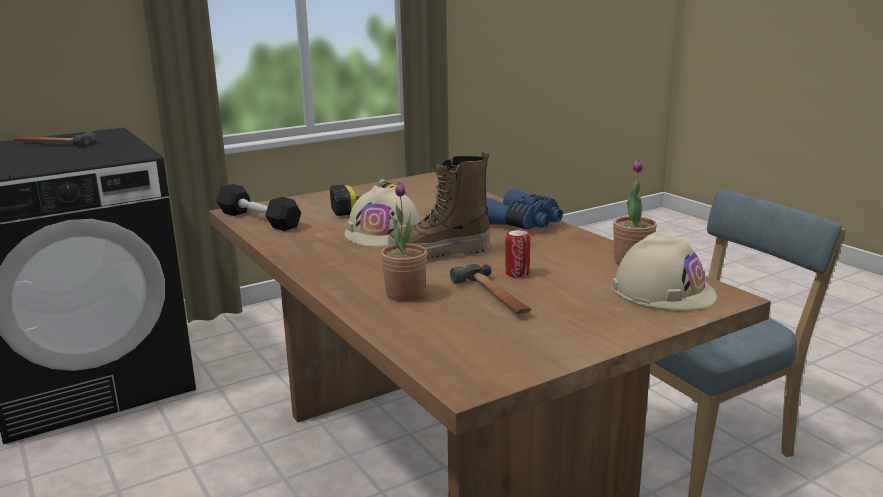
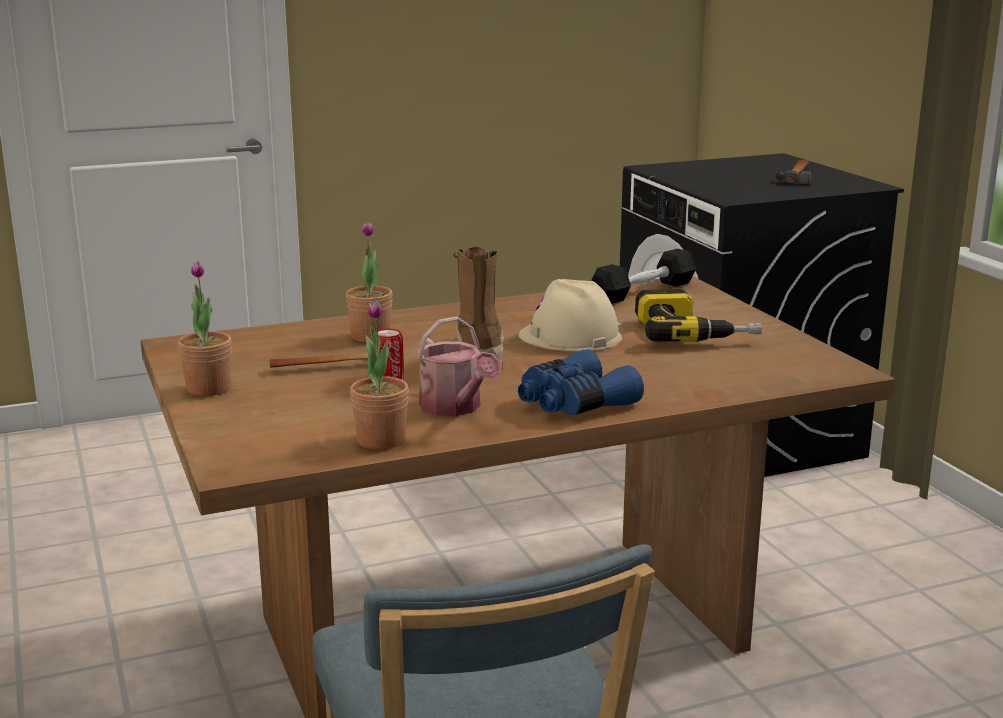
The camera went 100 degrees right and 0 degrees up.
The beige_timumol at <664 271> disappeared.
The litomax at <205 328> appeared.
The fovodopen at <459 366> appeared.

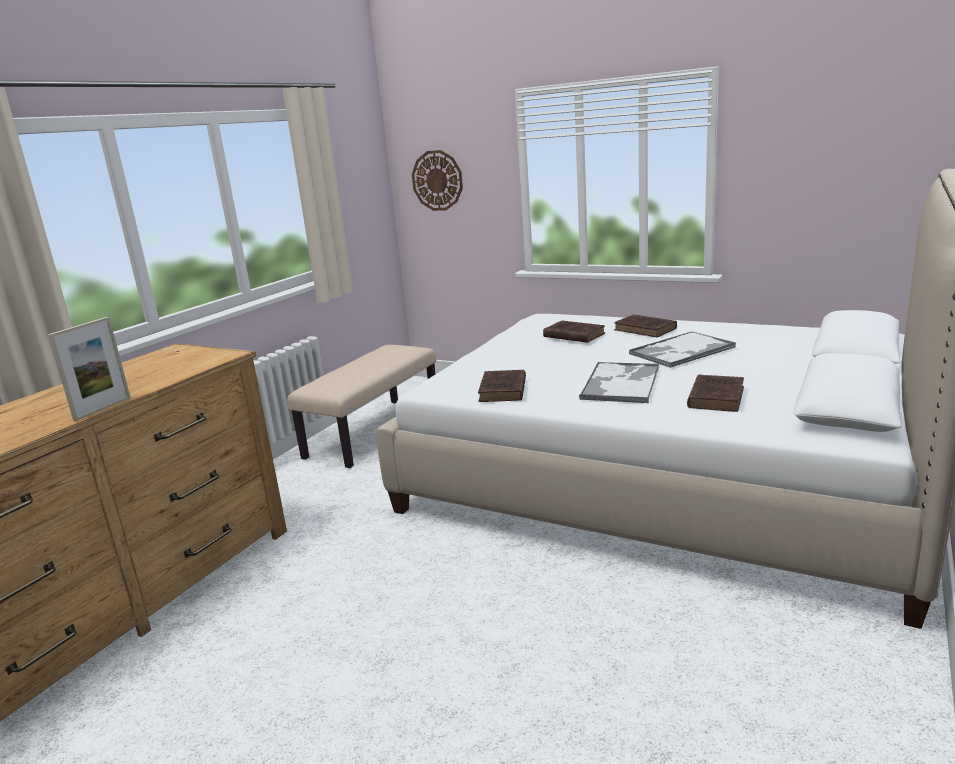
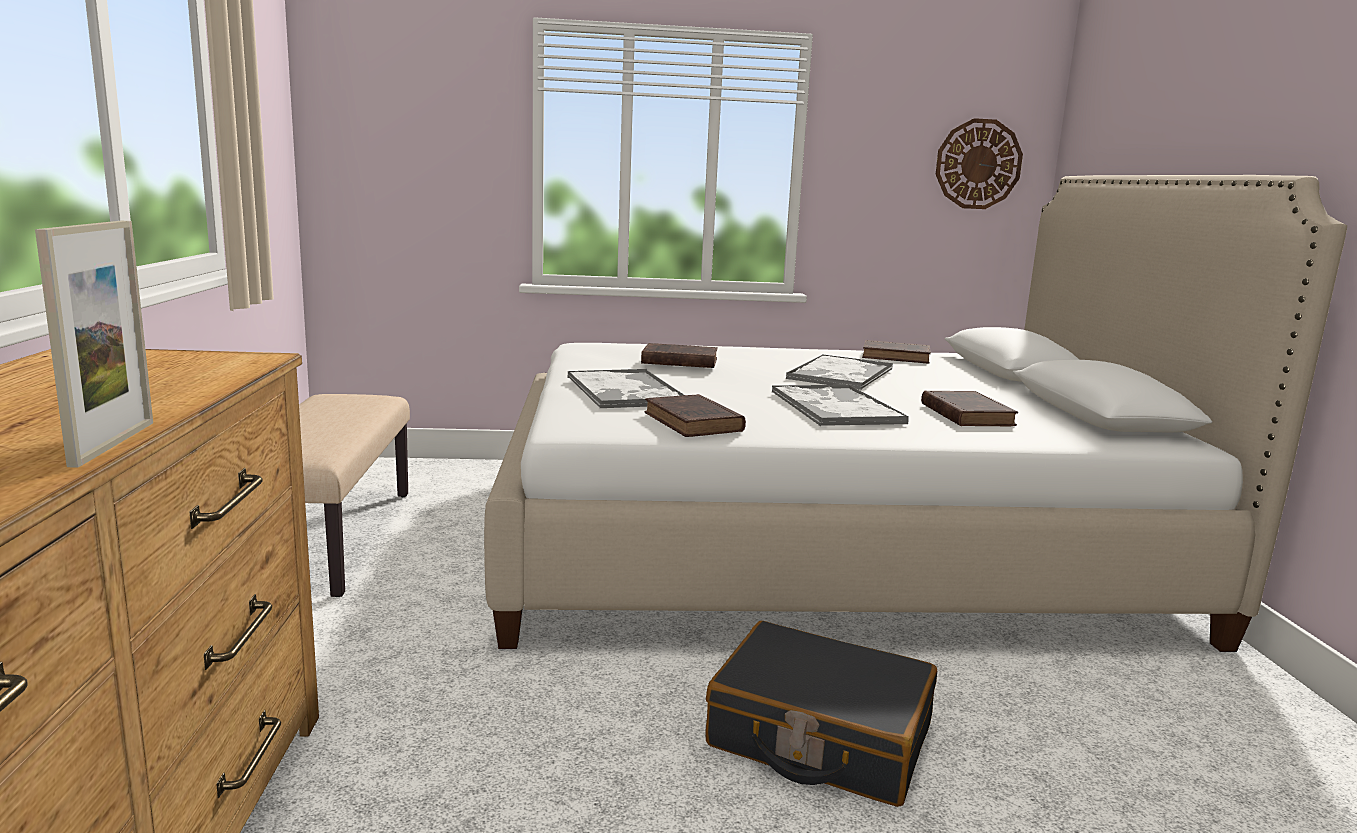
The camera went 35 degrees left and 5 degrees down.
The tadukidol moved from <437 180> to <979 163>.
The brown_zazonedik moved from <645 325> to <896 352>.
The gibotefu at <626 388> appeared.
The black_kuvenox at <821 714> appeared.

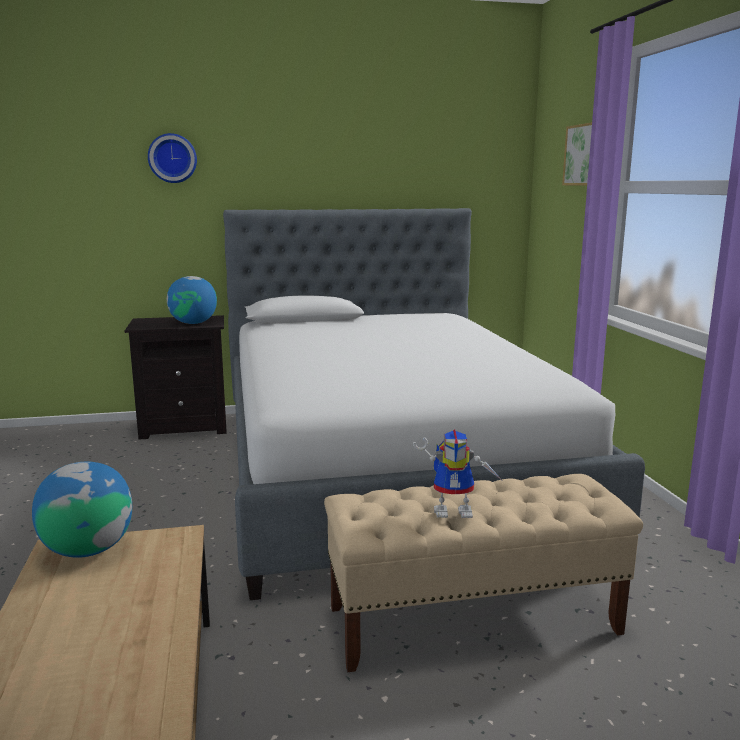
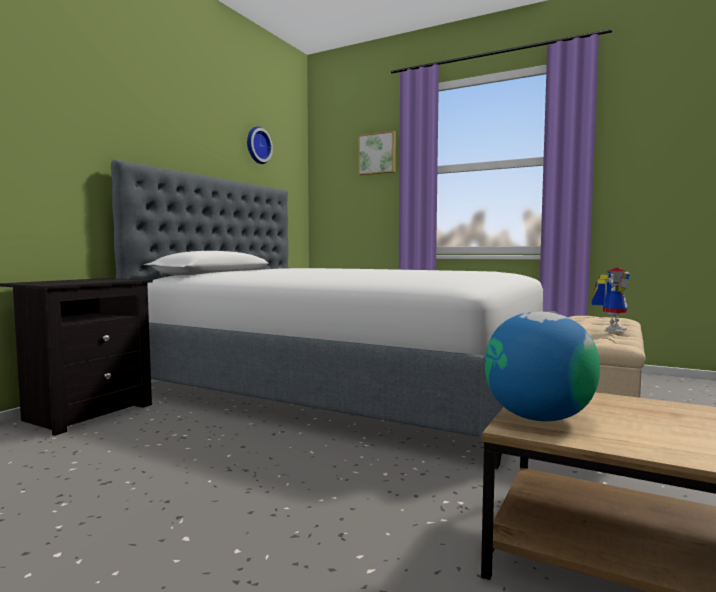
The camera went 50 degrees left and 10 degrees down.
The tadukidol moved from <172 158> to <260 145>.
The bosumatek at <192 300> disappeared.

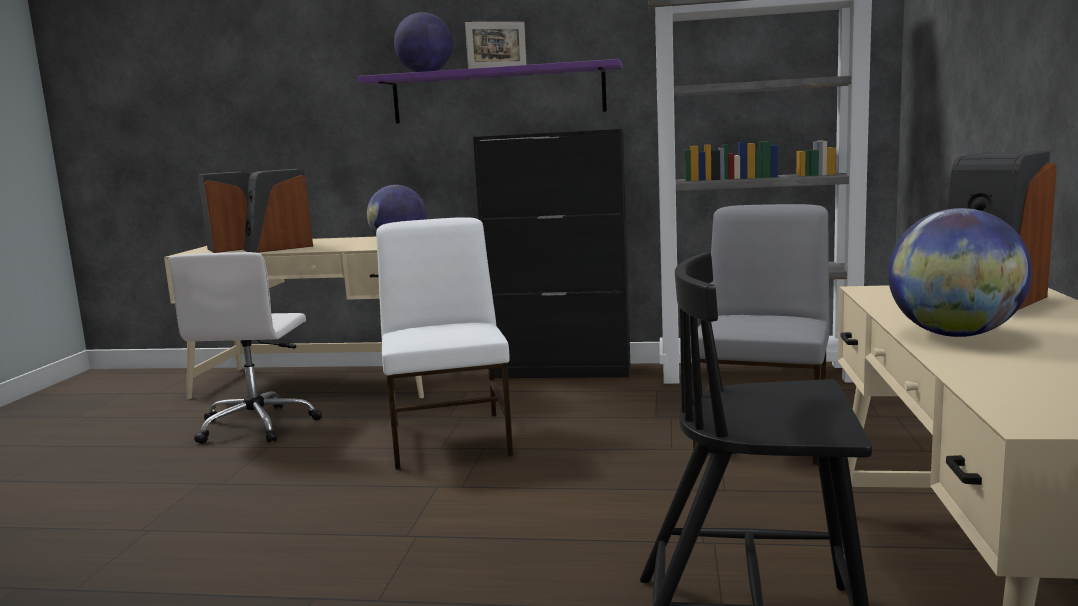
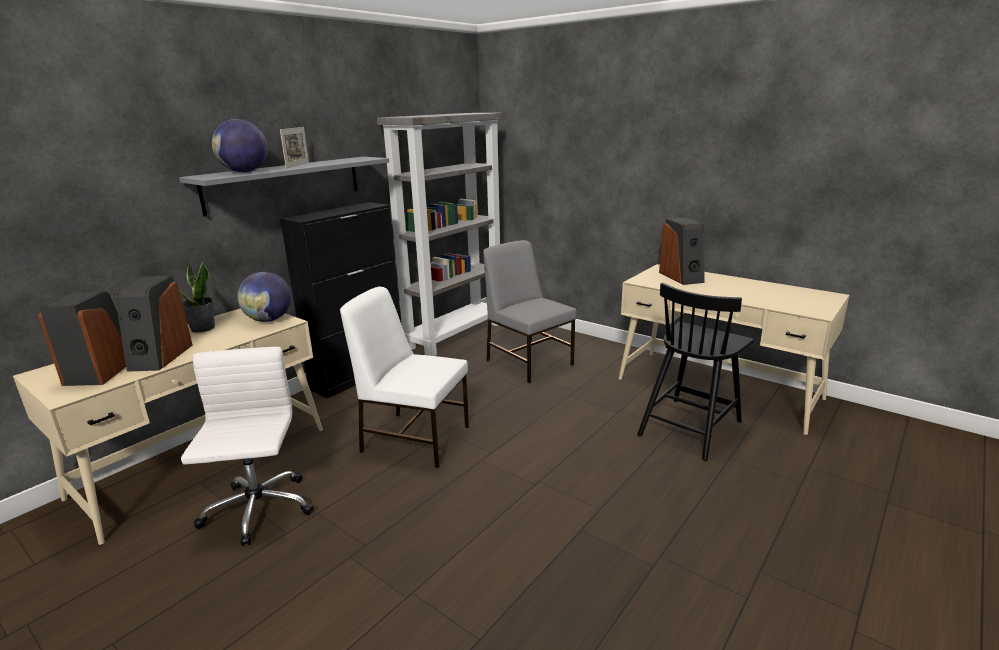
The camera went 60 degrees left and 10 degrees up.
The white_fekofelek at <245 348> turned 135 degrees counterclockwise.
The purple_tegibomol at <490 91> became the grey_tegibomol at <284 186>.
The bosumatek at <960 272> disappeared.
The litomax at <197 297> appeared.

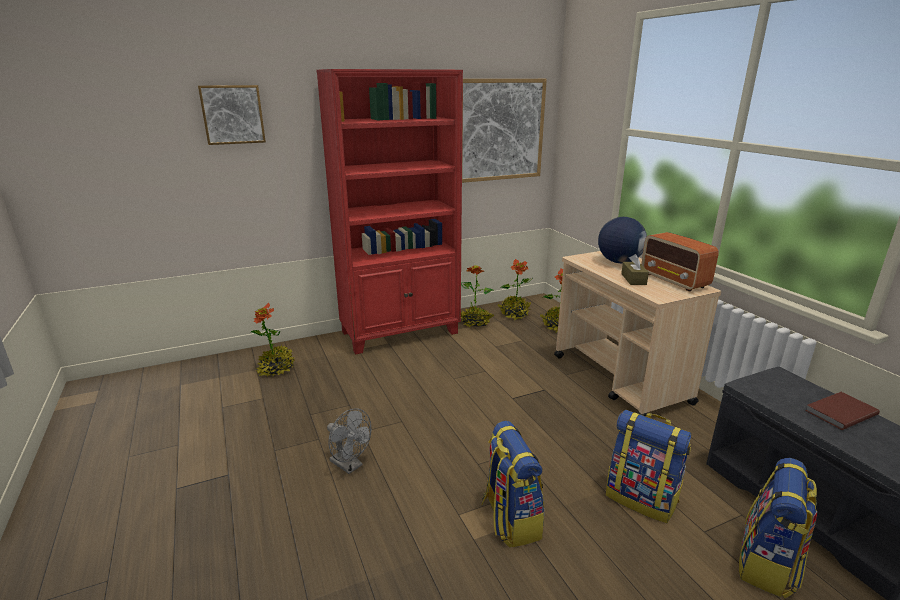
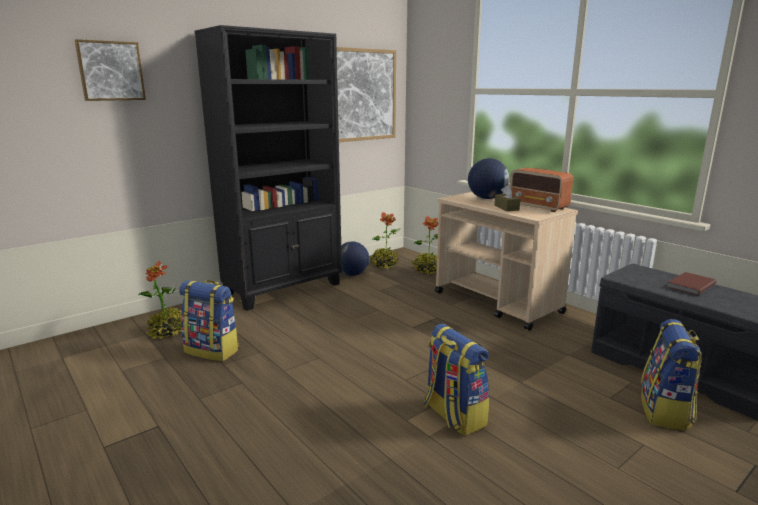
The camera went 15 degrees left and 5 degrees down.
The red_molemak at <389 211> became the black_molemak at <268 168>.
The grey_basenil at <349 441> disappeared.
The litomax at <477 296> was replaced by the bosumatek at <355 258>.
The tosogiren moved from <648 466> to <209 320>.

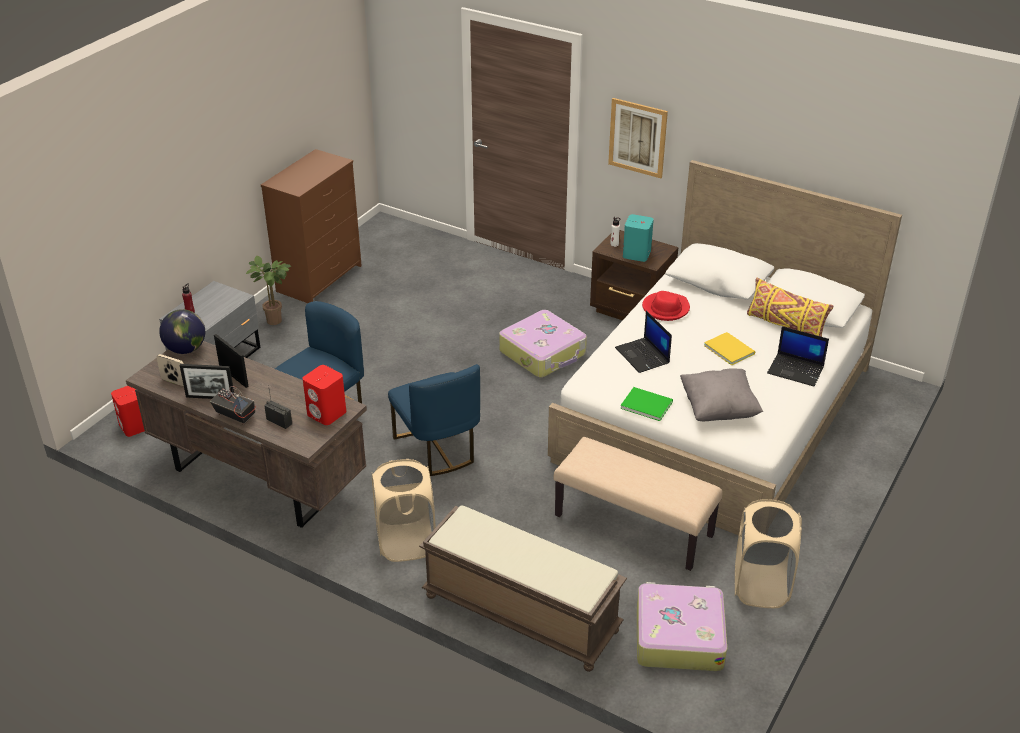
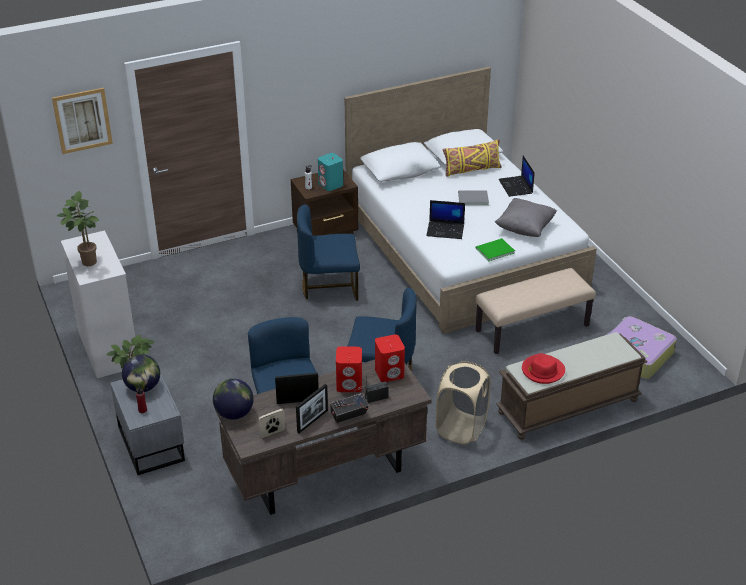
The camera went 55 degrees left and 0 degrees up.
The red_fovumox moved from <128 411> to <349 369>.
The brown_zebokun at <311 226> became the white_zebokun at <98 304>.
The kuvenox at <543 344> was replaced by the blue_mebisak at <328 253>.
The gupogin moved from <638 138> to <82 121>.
The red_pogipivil moved from <666 306> to <543 368>.
The yellow_zazonedik at <729 349> became the grey_zazonedik at <473 197>.
The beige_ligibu at <768 553> disappeared.
The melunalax at <798 356> turned 105 degrees clockwise.
The litomax at <78 228> appeared.
The bosumatek at <141 373> appeared.

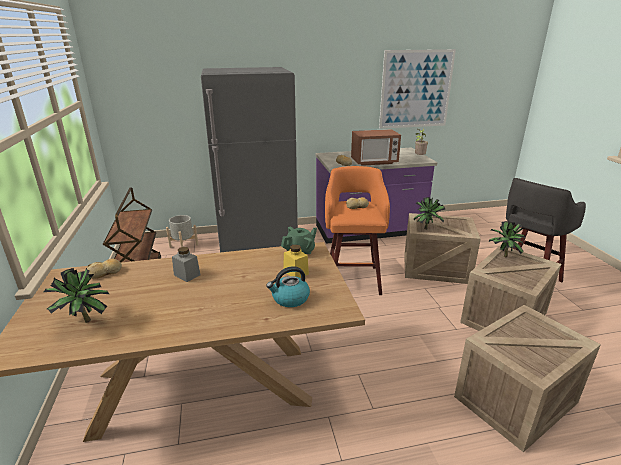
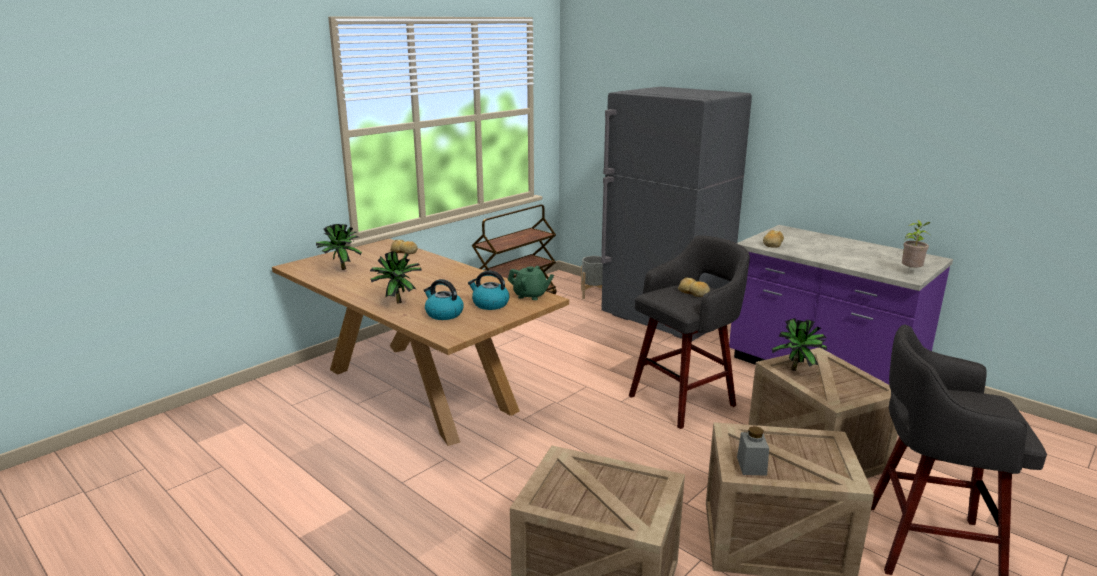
The camera went 55 degrees right and 5 degrees down.
The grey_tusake moved from <186 264> to <753 451>.
The yellow_tusake at <296 261> was replaced by the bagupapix at <488 290>.
The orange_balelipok at <357 230> became the grey_balelipok at <689 332>.
The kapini at <376 147> disappeared.
The gupogin at <417 89> disappeared.
The litomax moved from <506 239> to <396 277>.

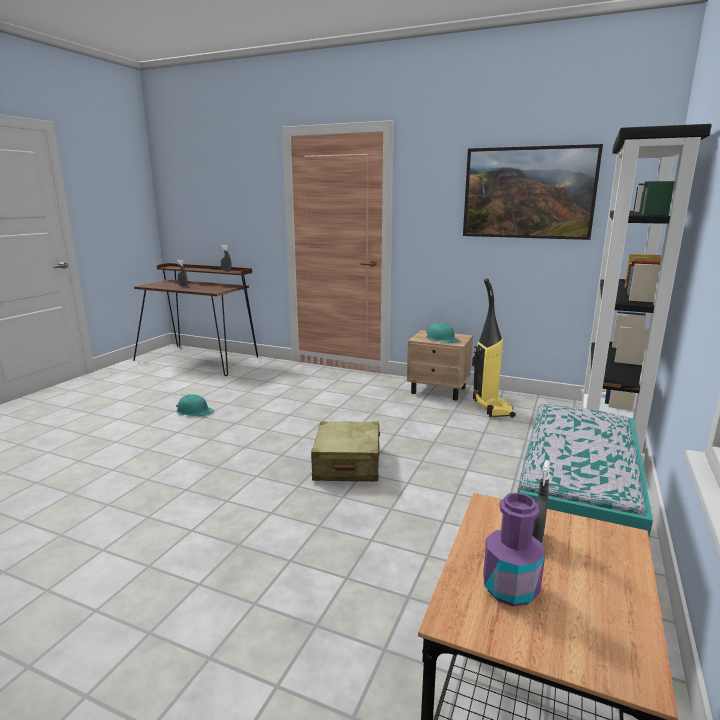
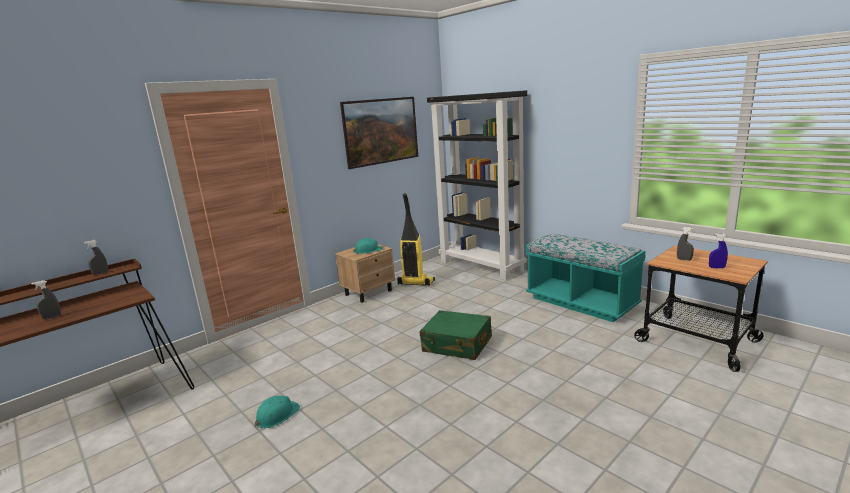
The camera went 65 degrees left and 0 degrees up.
The beige_kuvenox at <345 452> became the green_kuvenox at <456 335>.
The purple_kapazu at <514 549> was replaced by the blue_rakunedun at <718 250>.

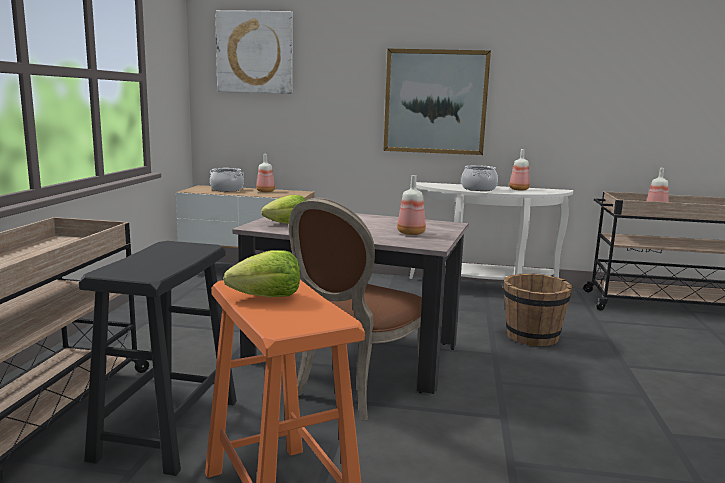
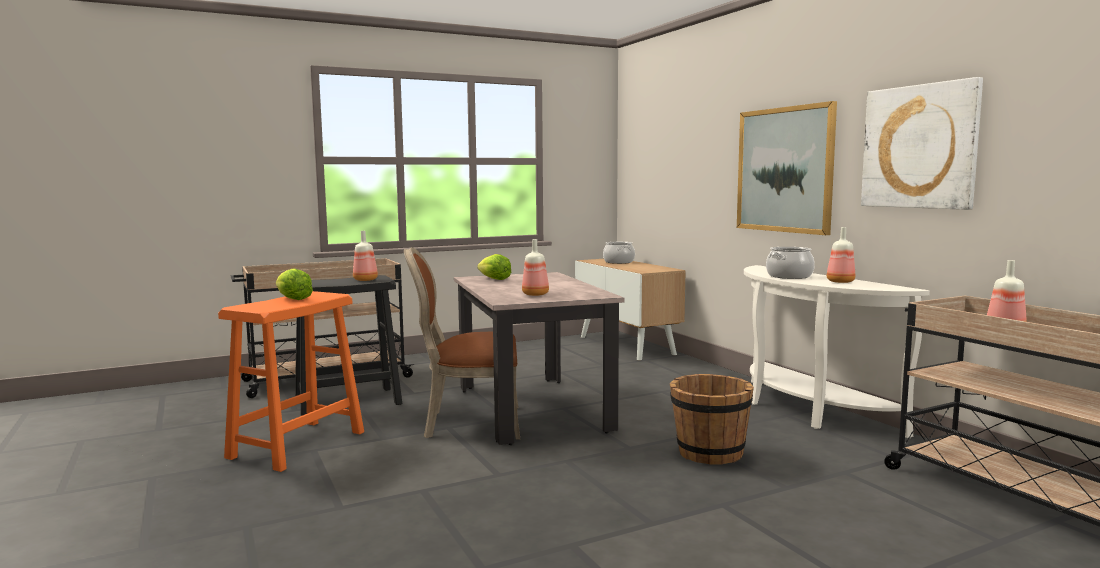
The camera went 55 degrees right and 5 degrees down.
The gupogin moved from <254 52> to <922 143>.
The kapazu moved from <265 173> to <365 256>.

